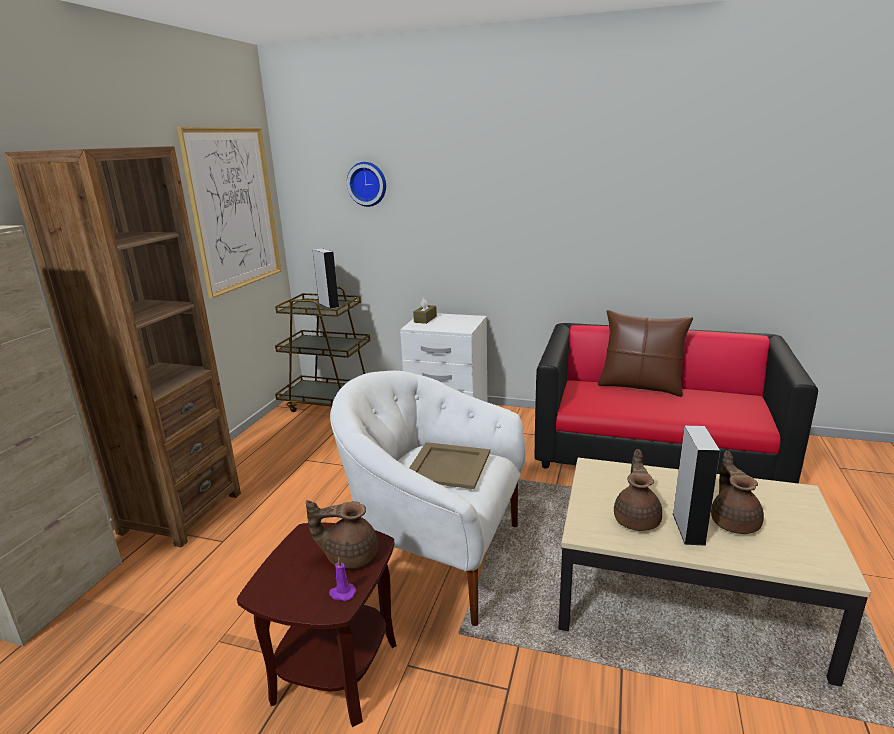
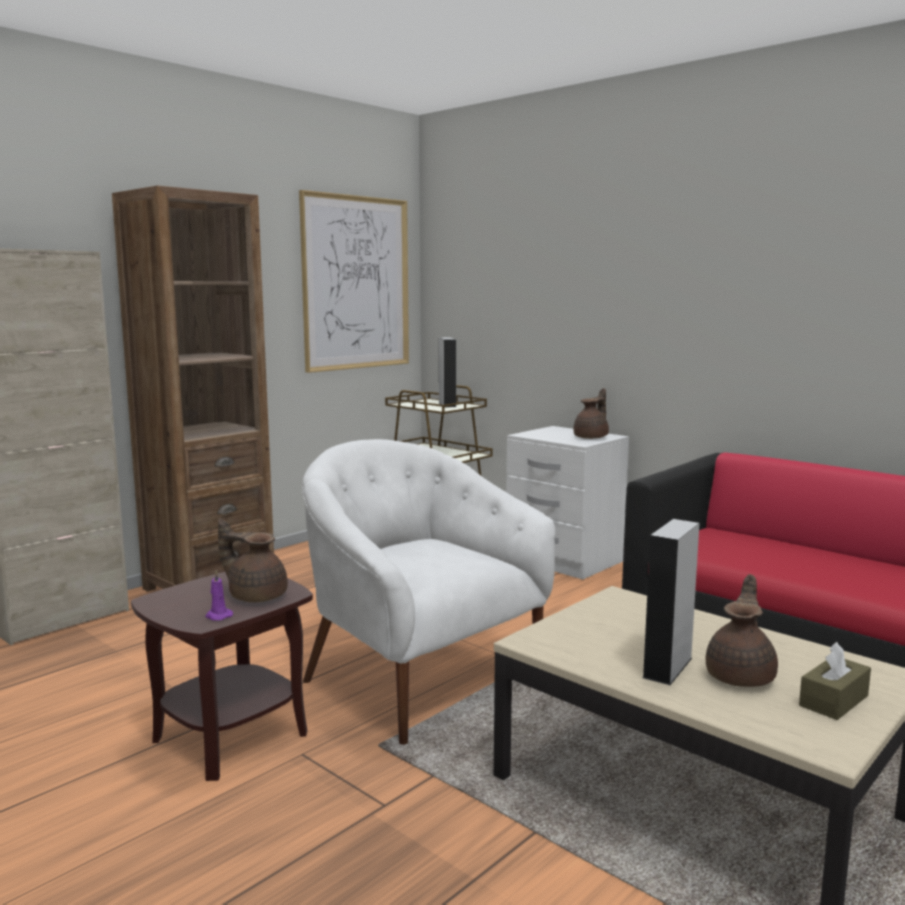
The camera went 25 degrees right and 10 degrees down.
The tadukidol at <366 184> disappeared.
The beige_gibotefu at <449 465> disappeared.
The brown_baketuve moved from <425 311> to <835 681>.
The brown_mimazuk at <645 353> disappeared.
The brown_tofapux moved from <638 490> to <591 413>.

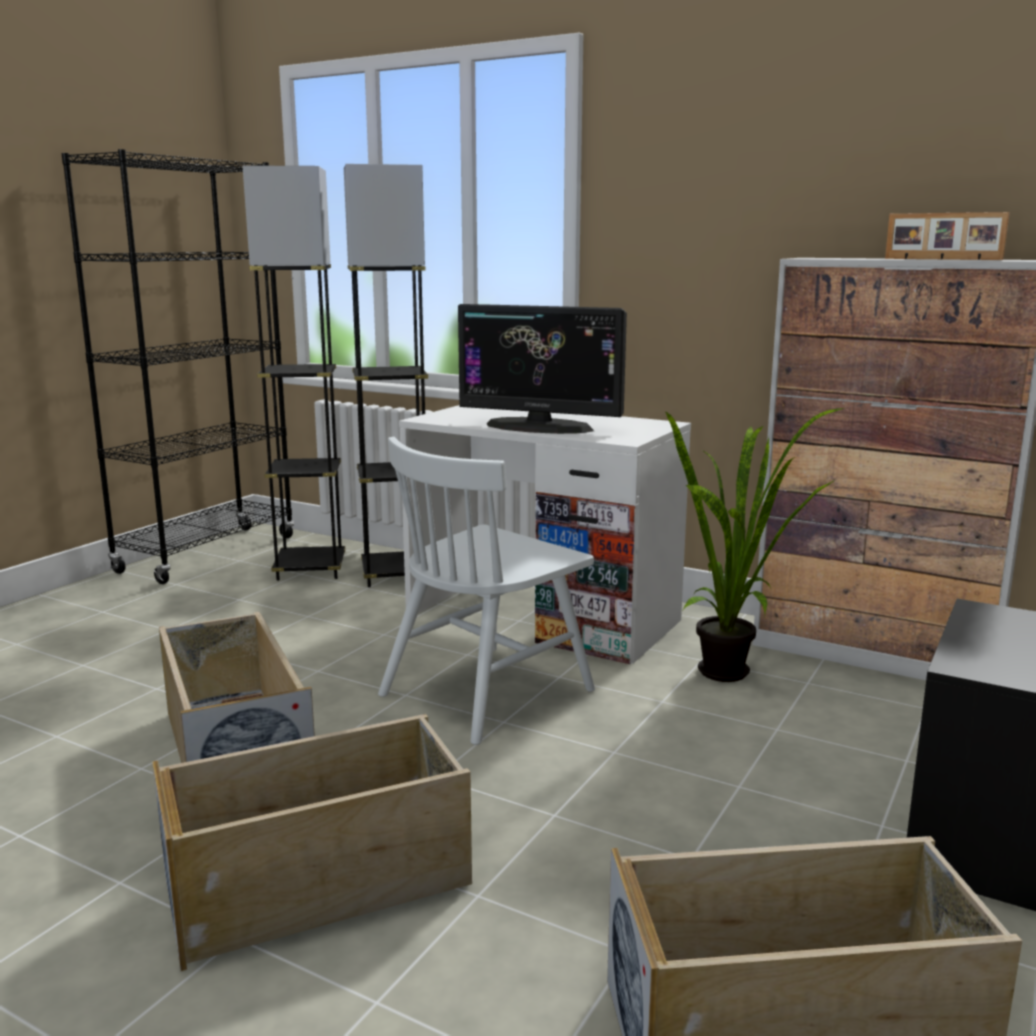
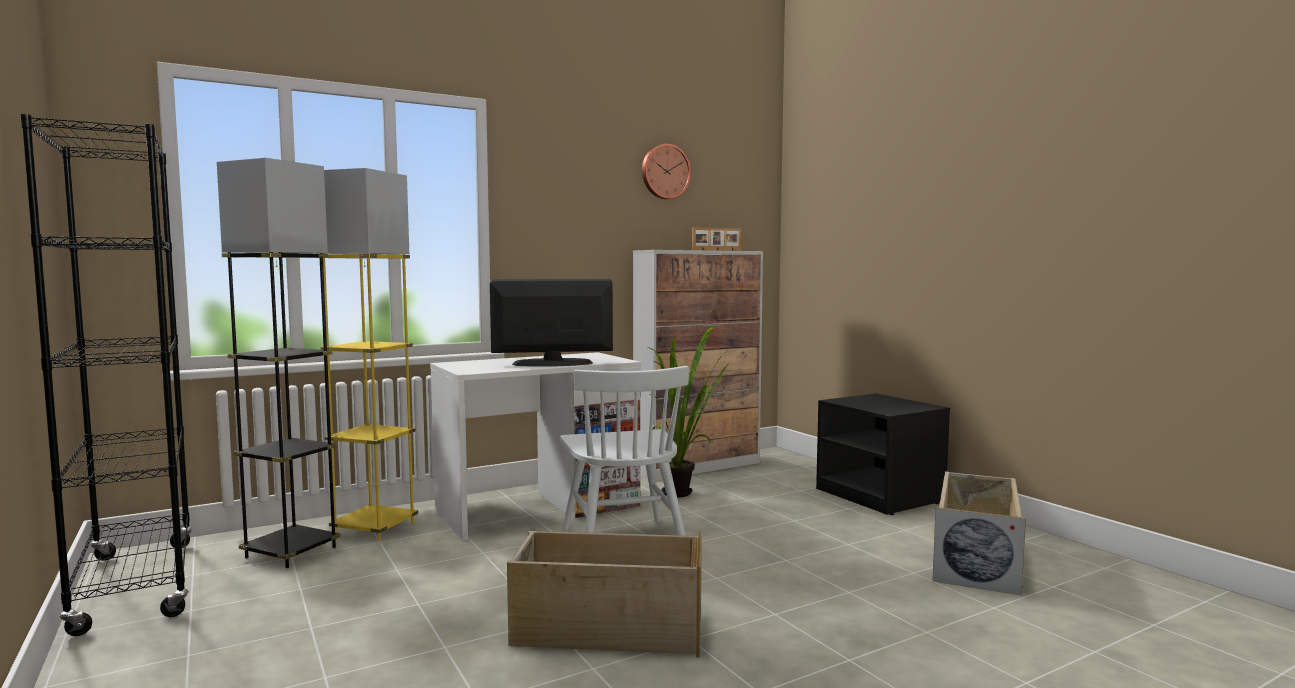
The camera went 60 degrees left and 10 degrees down.
The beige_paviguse at <312 842> disappeared.
The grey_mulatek at <386 375> became the yellow_mulatek at <367 354>.
The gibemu at <542 369> turned 150 degrees counterclockwise.
The tadukidol at <666 171> appeared.

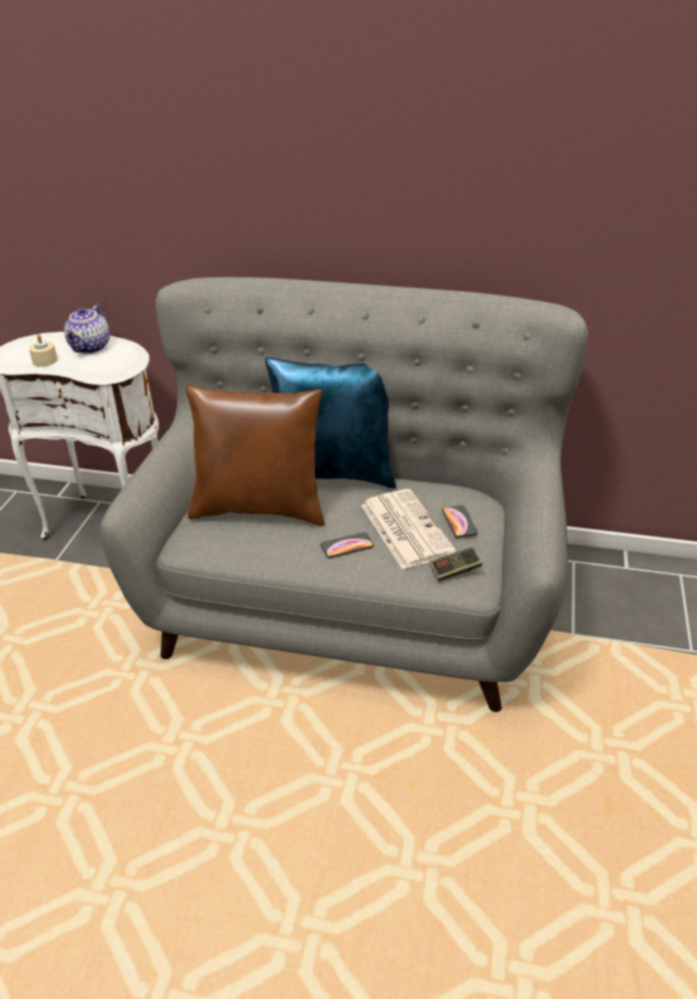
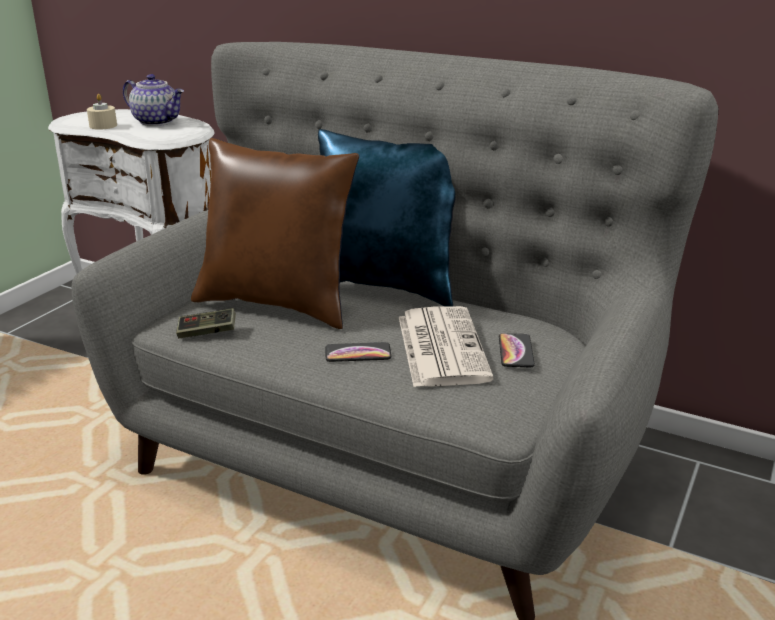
The camera went 15 degrees right and 10 degrees down.
The tofapux at <87 329> turned 90 degrees counterclockwise.
The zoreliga moved from <456 564> to <206 323>.

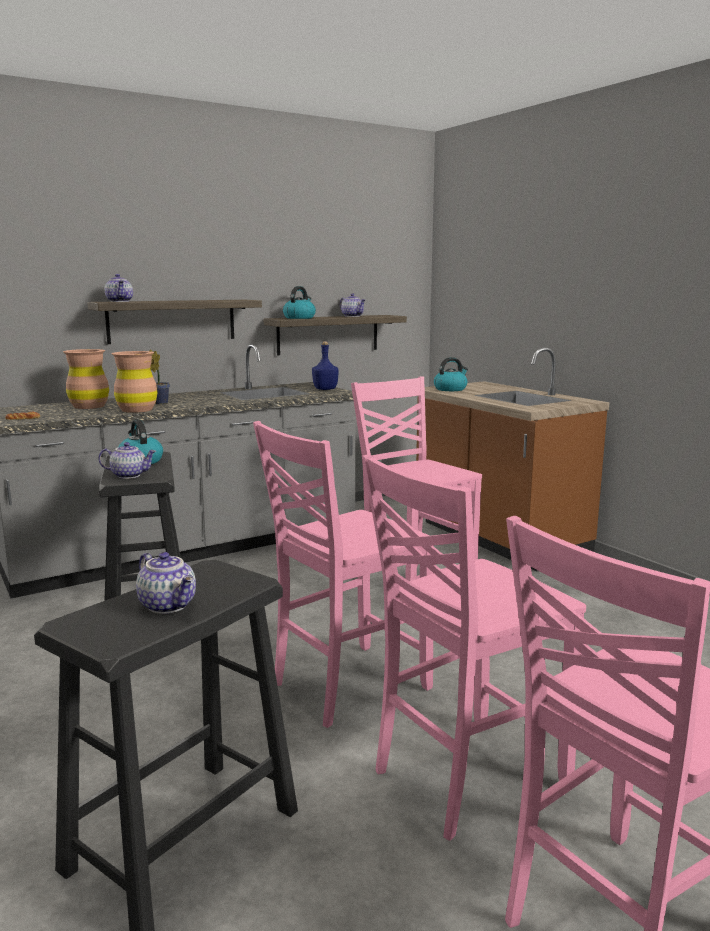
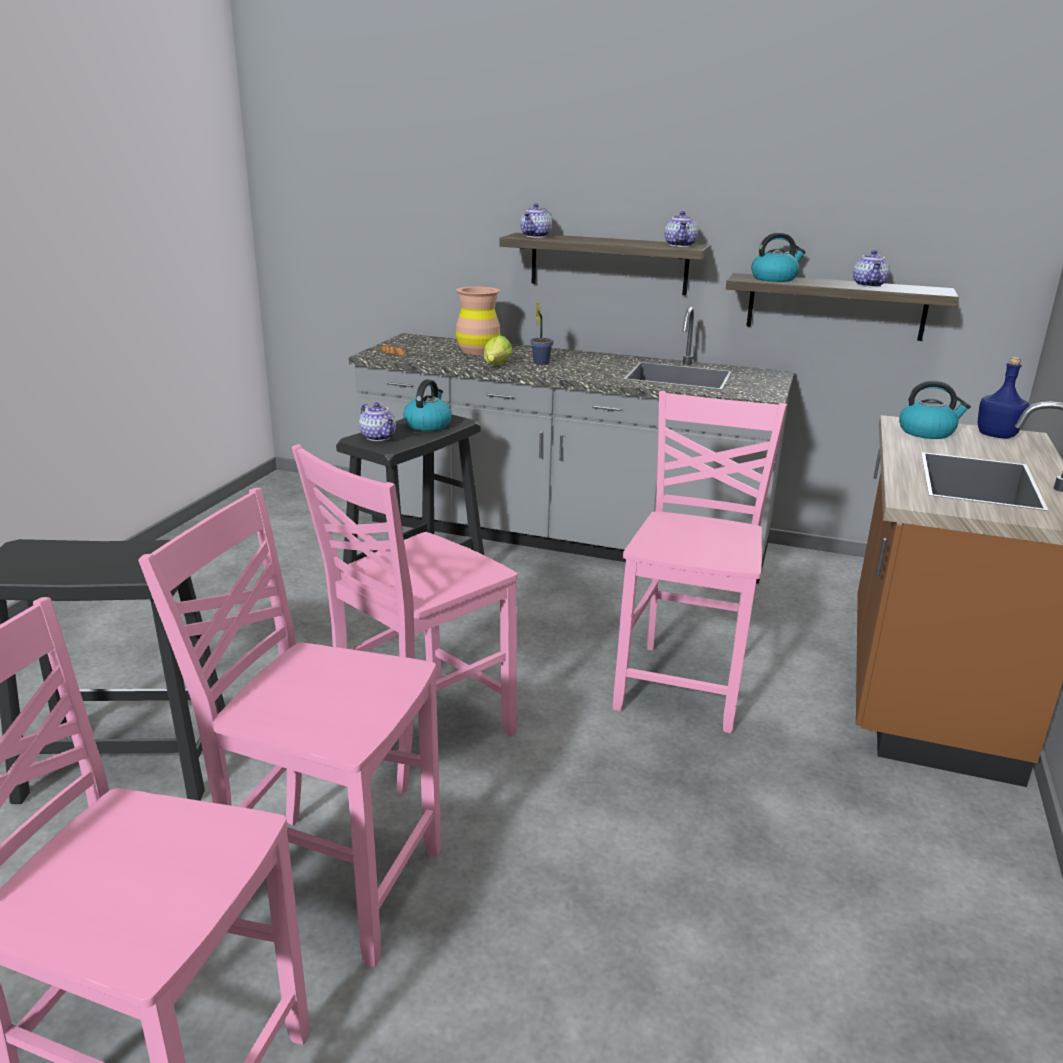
The camera went 50 degrees right and 10 degrees up.
The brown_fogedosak at <134 382> was replaced by the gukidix at <498 350>.
The tofapux moved from <166 583> to <681 229>.
The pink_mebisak at <343 574> turned 60 degrees counterclockwise.
The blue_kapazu moved from <325 365> to <1003 398>.

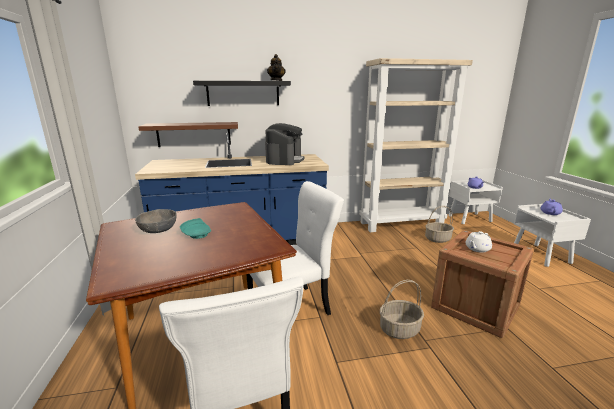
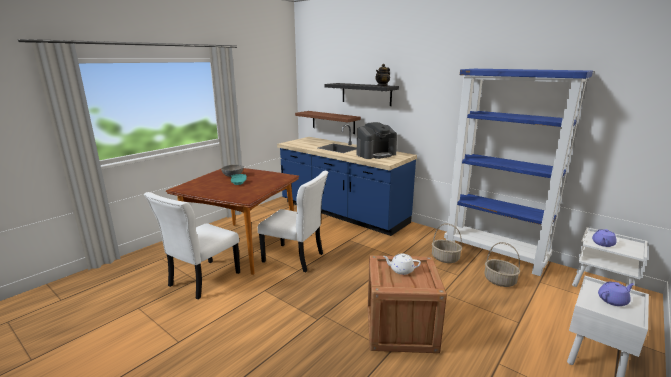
The camera went 50 degrees right and 0 degrees up.
The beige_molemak at <416 145> became the blue_molemak at <518 172>.
The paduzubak moved from <402 309> to <447 243>.

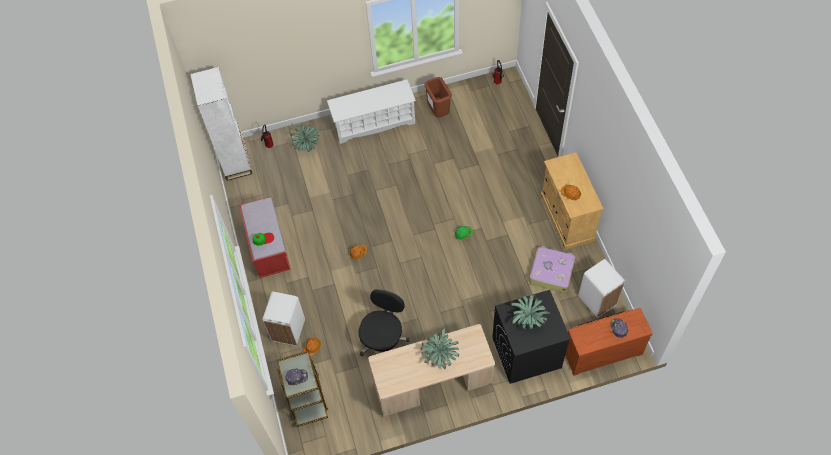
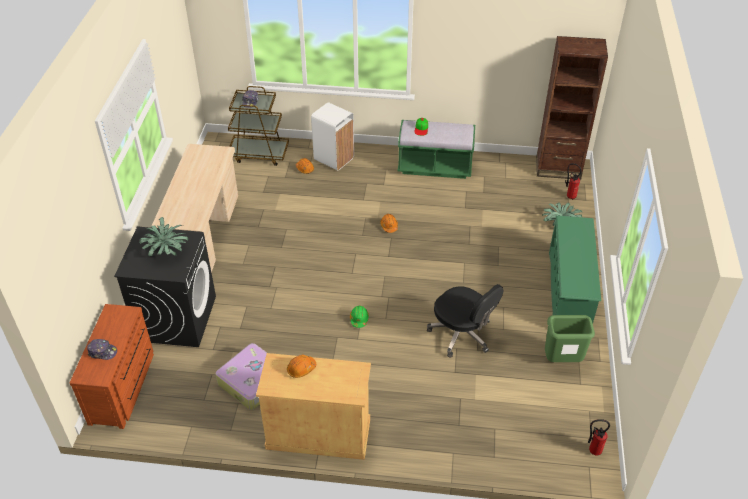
The camera went 110 degrees right and 15 degrees down.
The white_molemak at <221 124> became the brown_molemak at <572 108>.
The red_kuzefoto at <265 237> became the green_kuzefoto at <436 149>.
The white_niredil at <371 112> became the green_niredil at <575 269>.
The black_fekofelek moved from <384 323> to <465 321>.
The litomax at <440 348> disappeared.
The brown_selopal at <438 97> became the green_selopal at <570 338>.
The white_selopal at <601 288> disappeared.

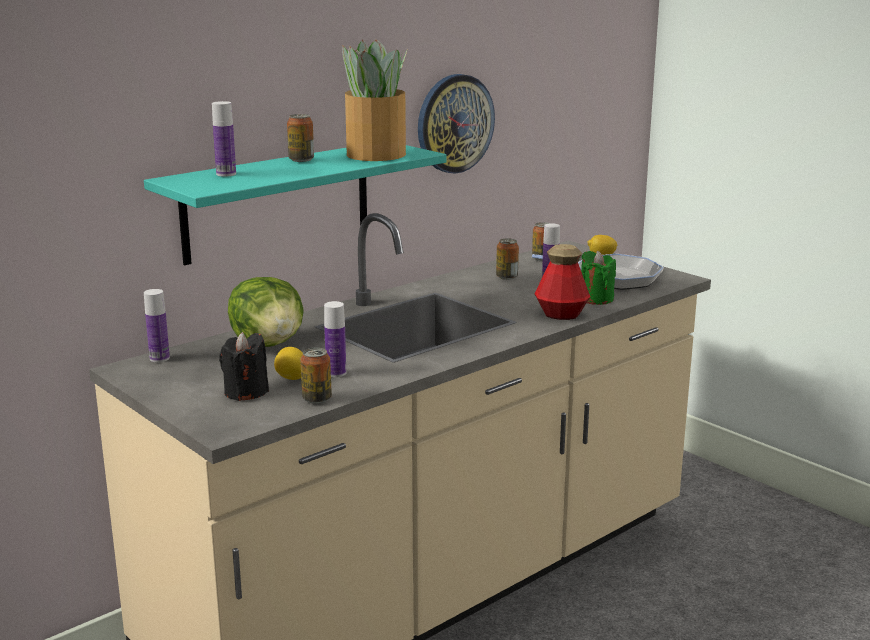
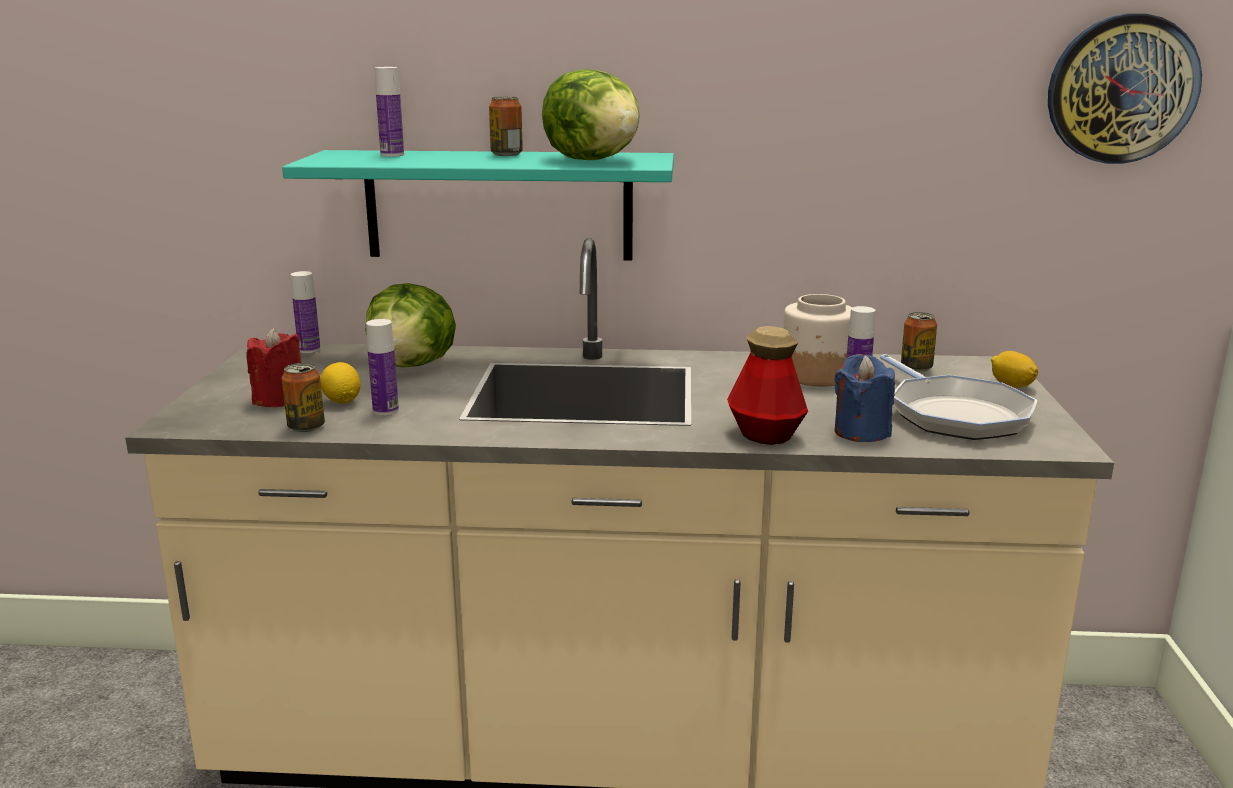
The camera went 45 degrees right and 0 degrees up.
The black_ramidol at <244 366> became the red_ramidol at <273 367>.
The litomax at <375 100> was replaced by the gukidix at <591 114>.
The tadukidol moved from <456 124> to <1125 89>.
The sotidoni at <507 259> was replaced by the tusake at <817 340>.
The green_ramidol at <598 278> became the blue_ramidol at <865 398>.

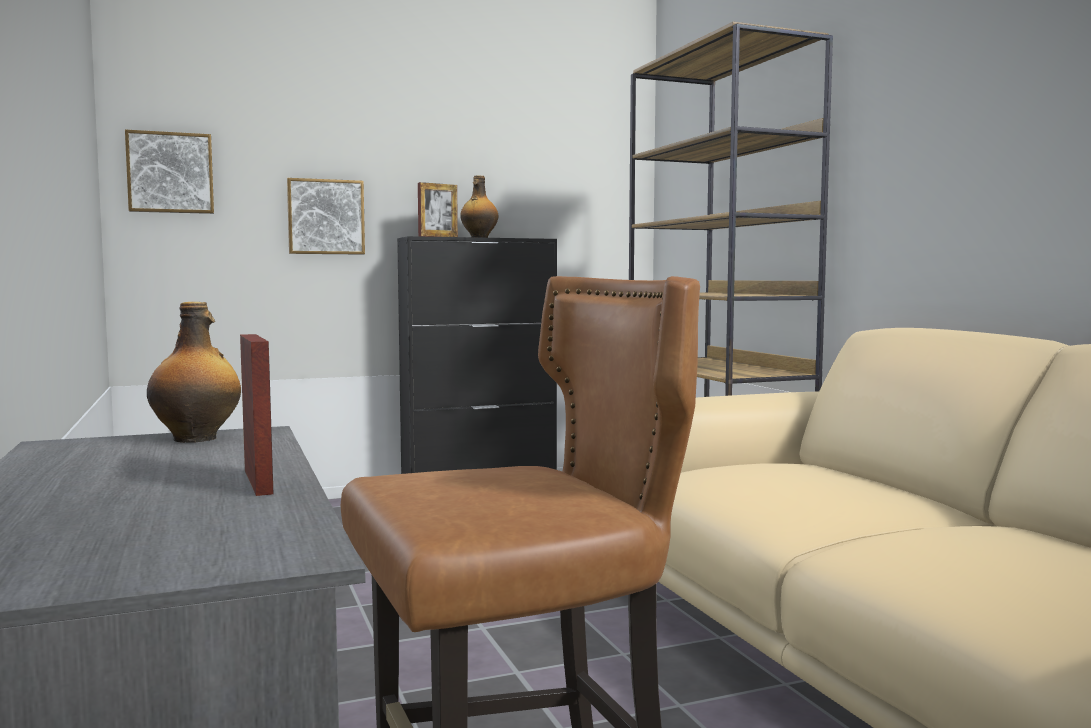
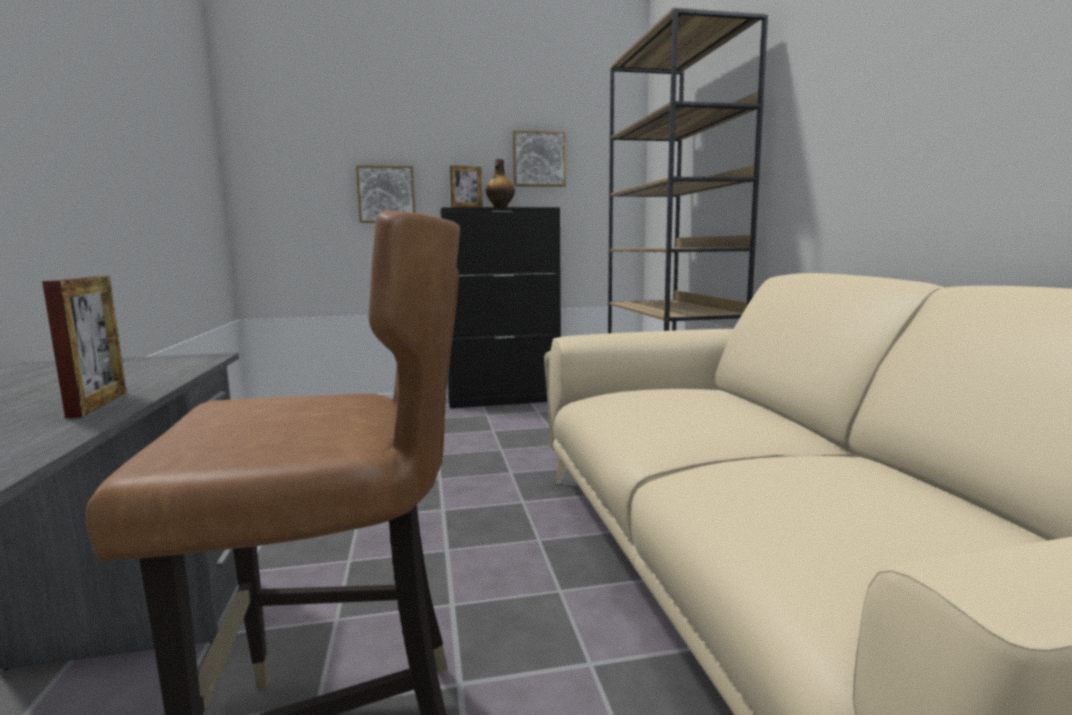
The camera went 10 degrees right and 5 degrees up.
The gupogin moved from <169 172> to <539 158>.
The kapazu at <194 372> disappeared.

